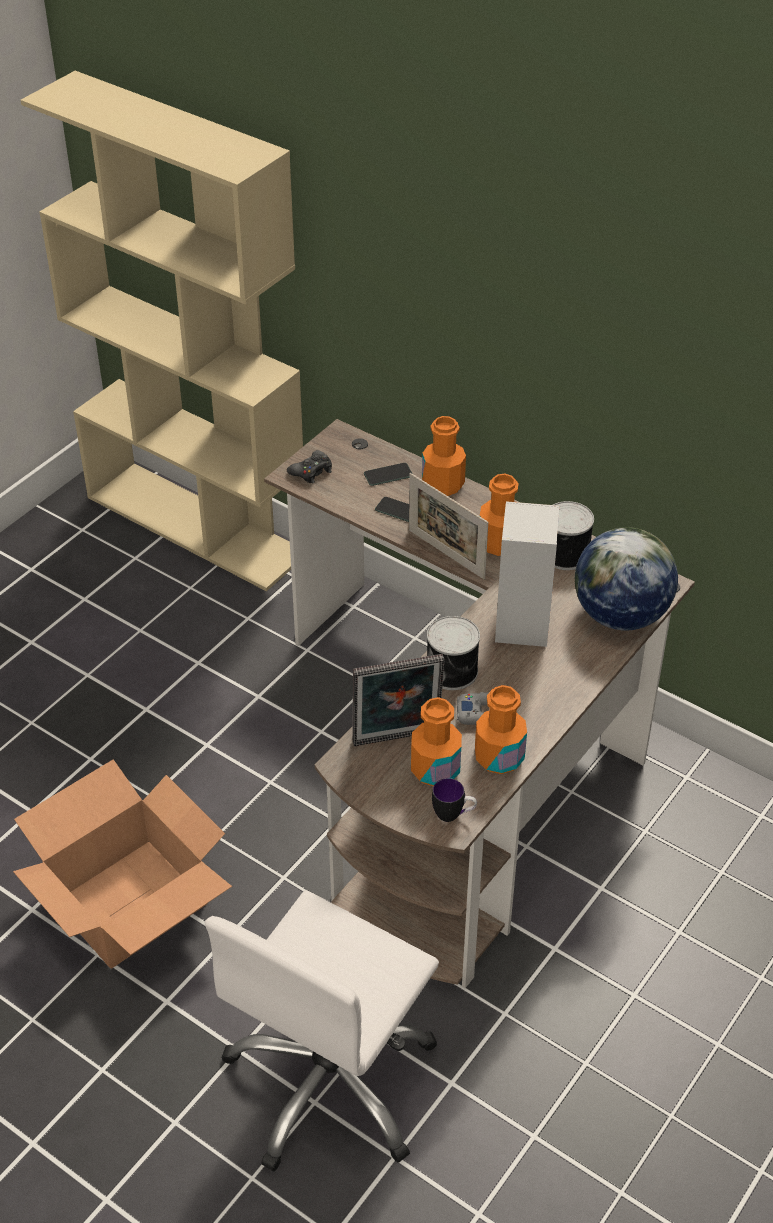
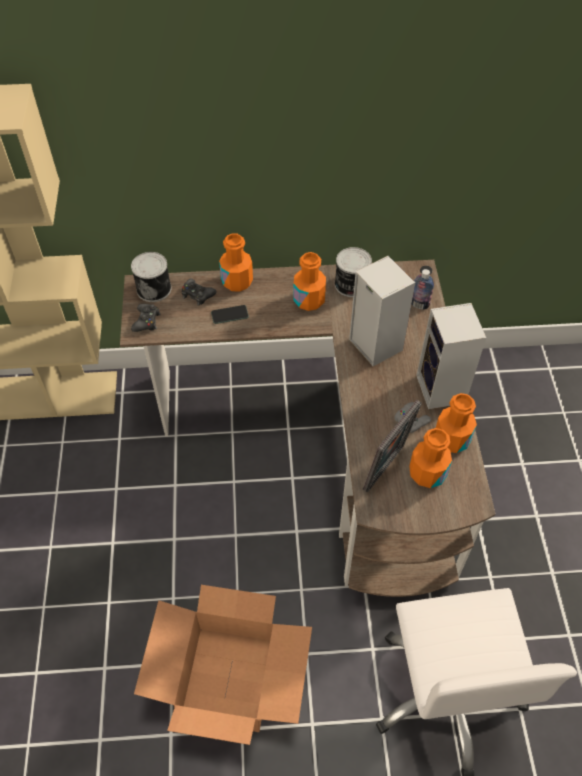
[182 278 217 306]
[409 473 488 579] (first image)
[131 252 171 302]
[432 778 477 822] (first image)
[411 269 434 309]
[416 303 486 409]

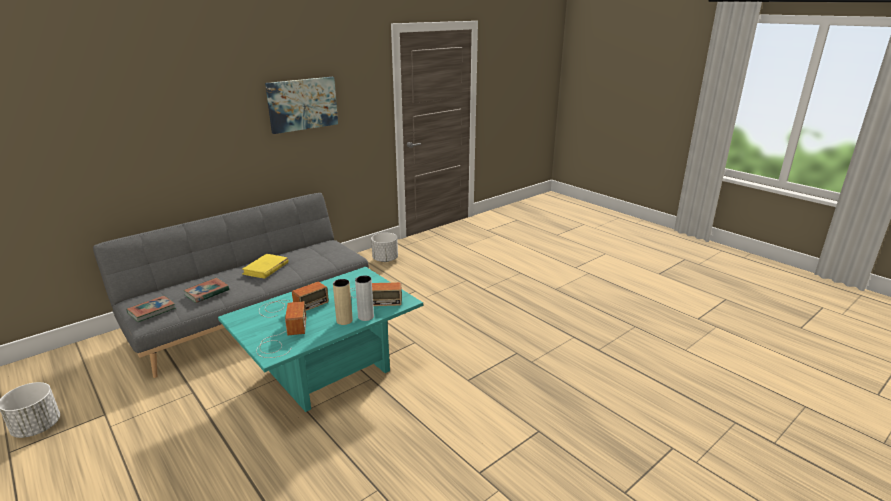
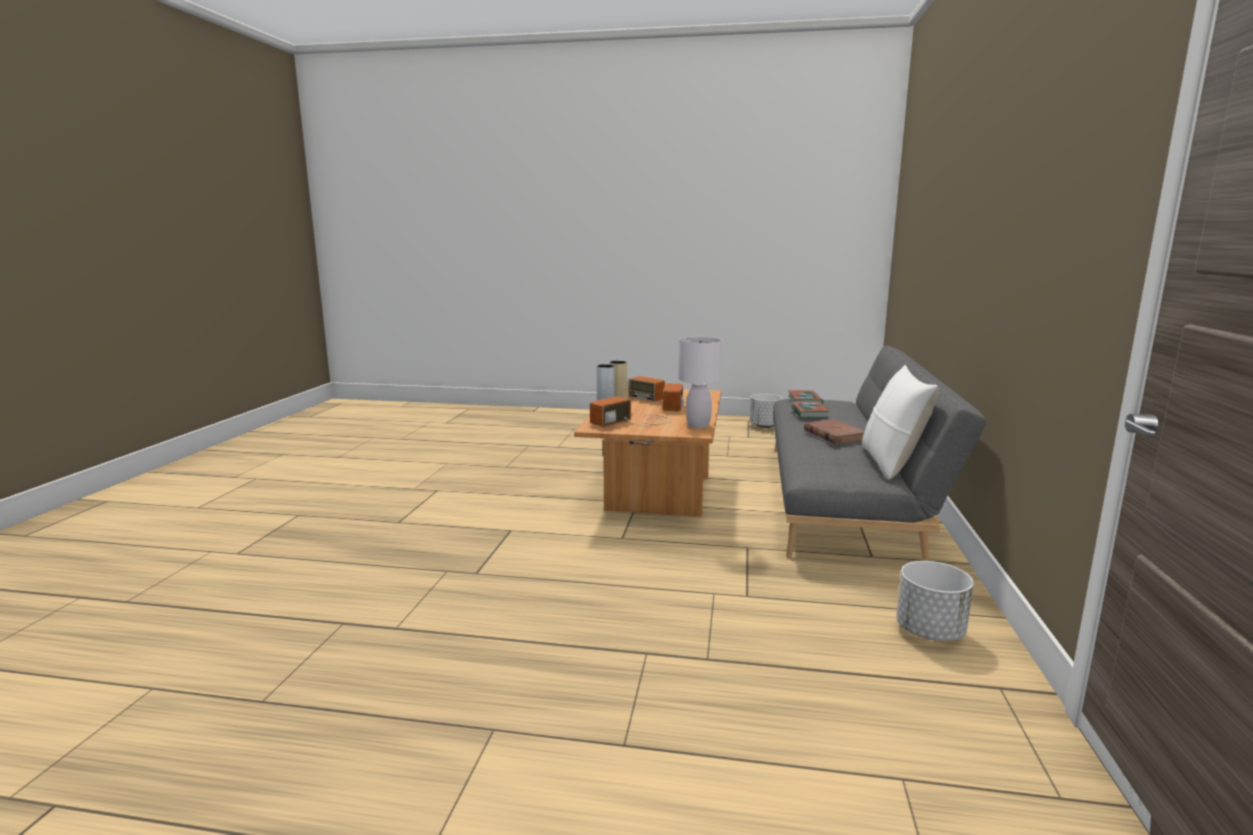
[574 387 721 517]
[804 419 865 445]
[265 77 338 134] (first image)
[679 337 722 428]
[862 365 939 480]

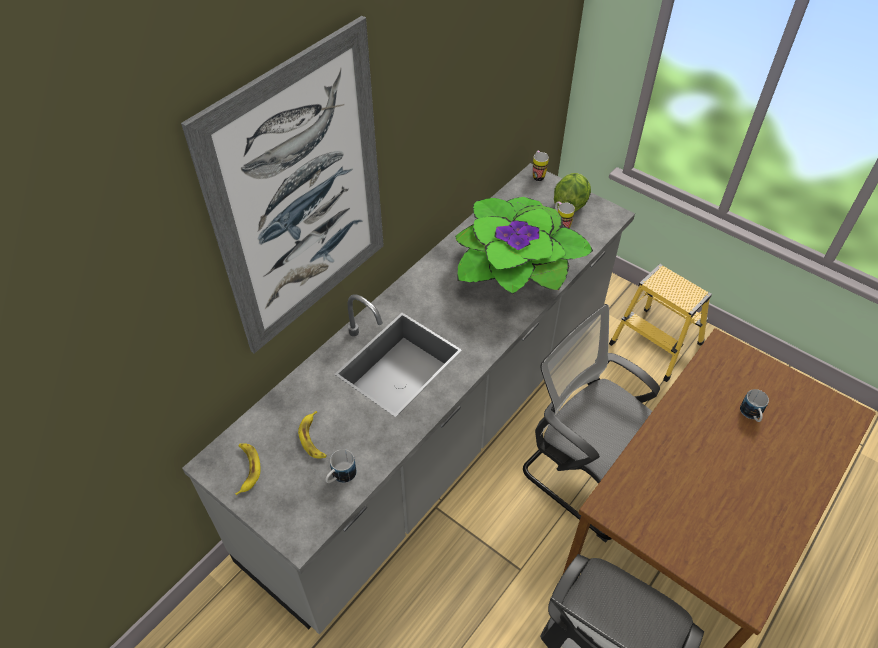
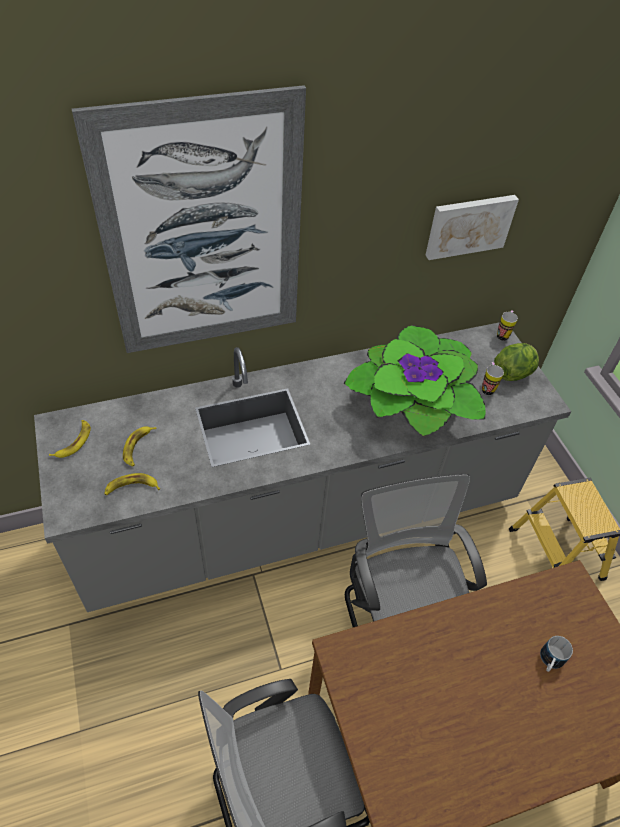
[105 473 160 495]
[426 195 519 260]

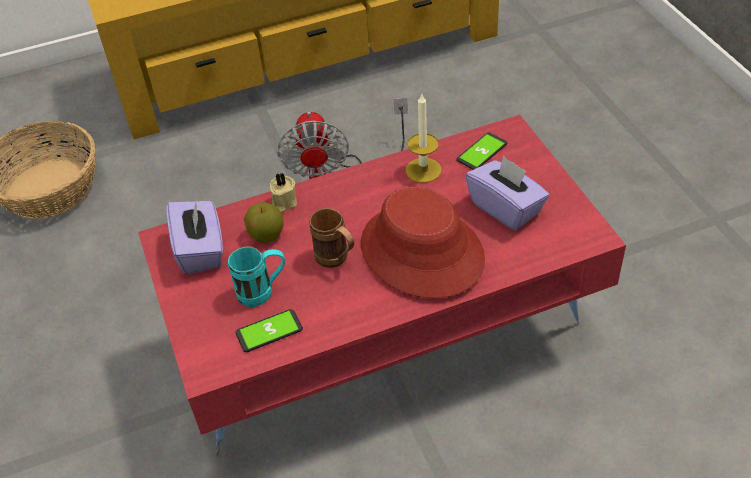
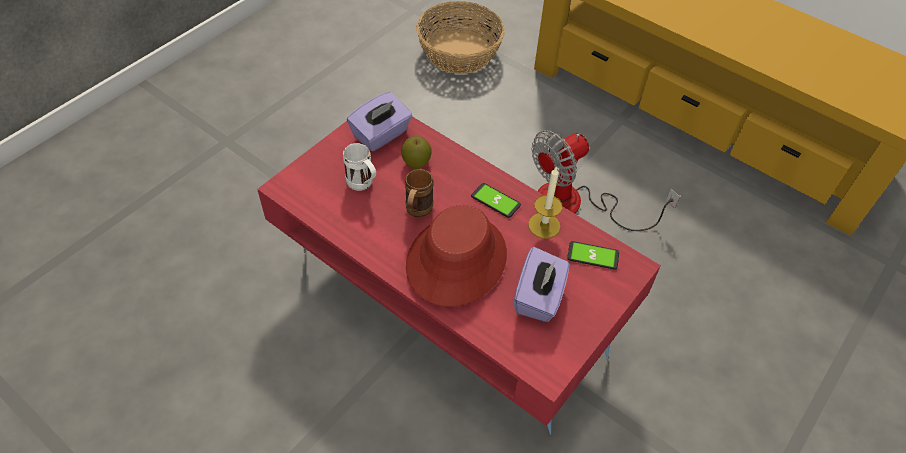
[343 143 376 191]
[471 183 521 218]
[270 173 297 213] (first image)

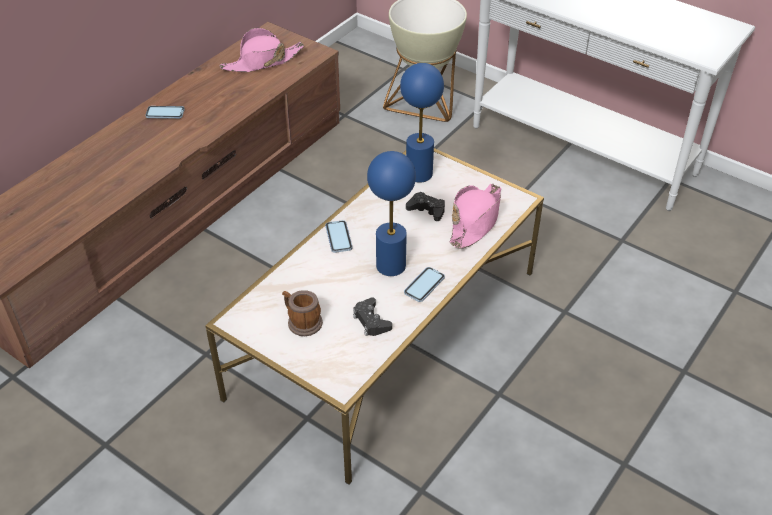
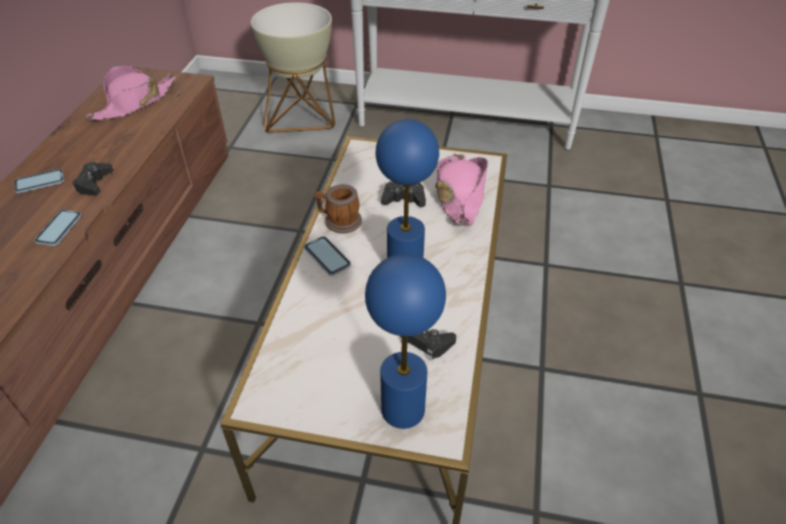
[314 184 362 233]
[365 254 446 429]
[34 210 82 246]
[72 162 113 195]

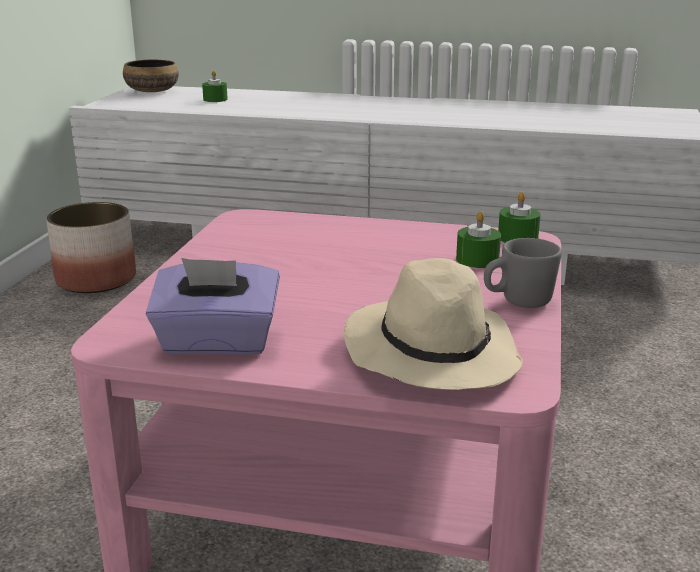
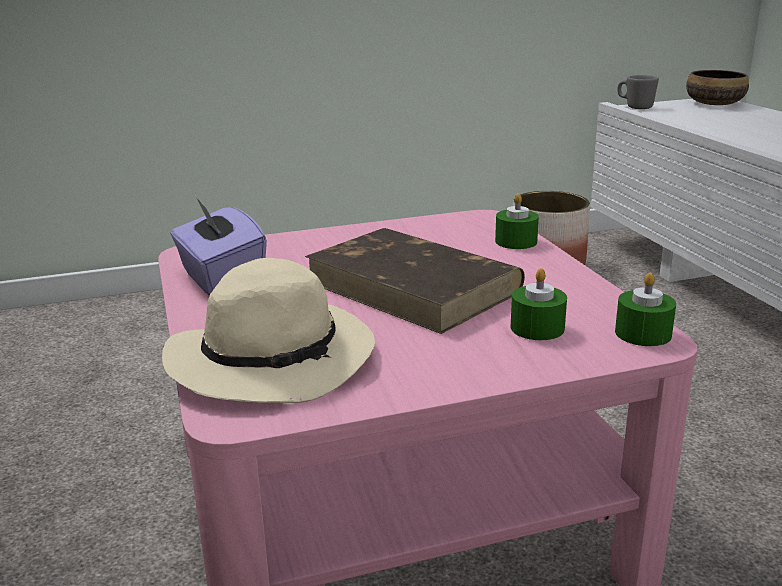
[495 193 539 249]
[617 75 659 109]
[305 228 525 334]

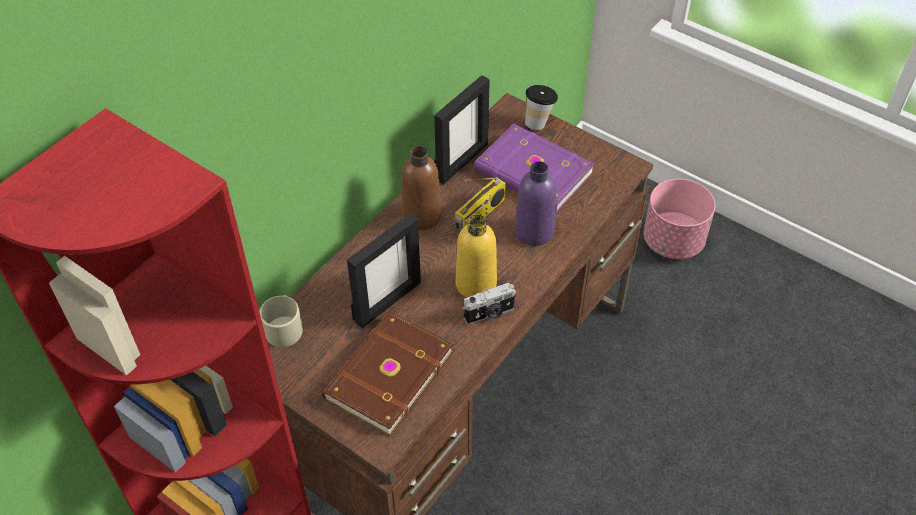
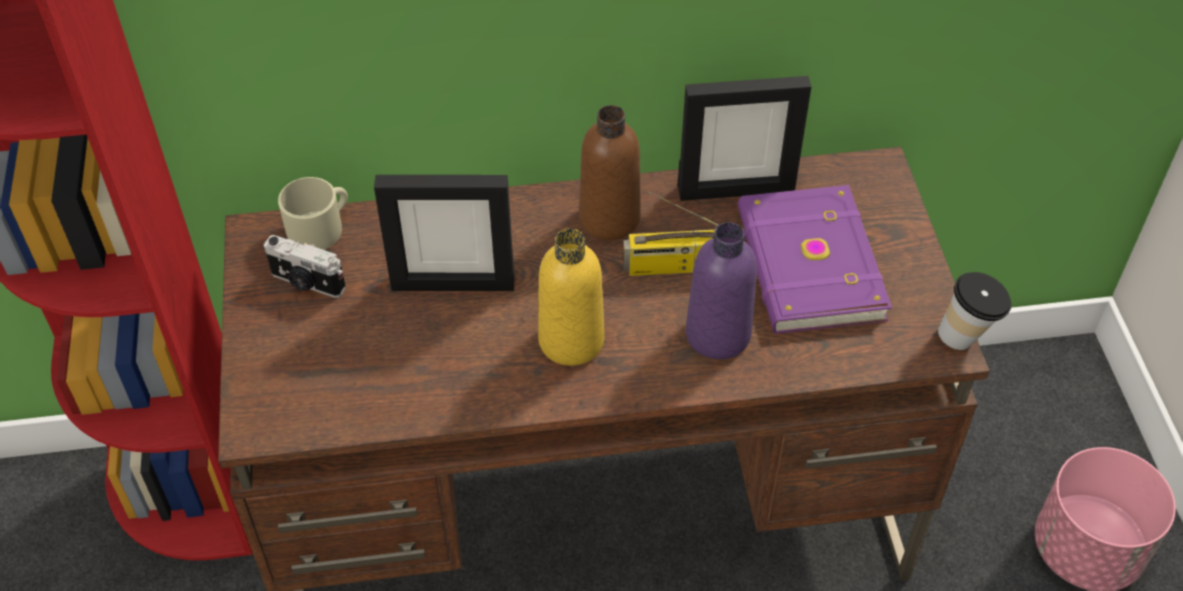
[322 311 454 436] (first image)
[264 235 346 298]
[938 272 1011 350]

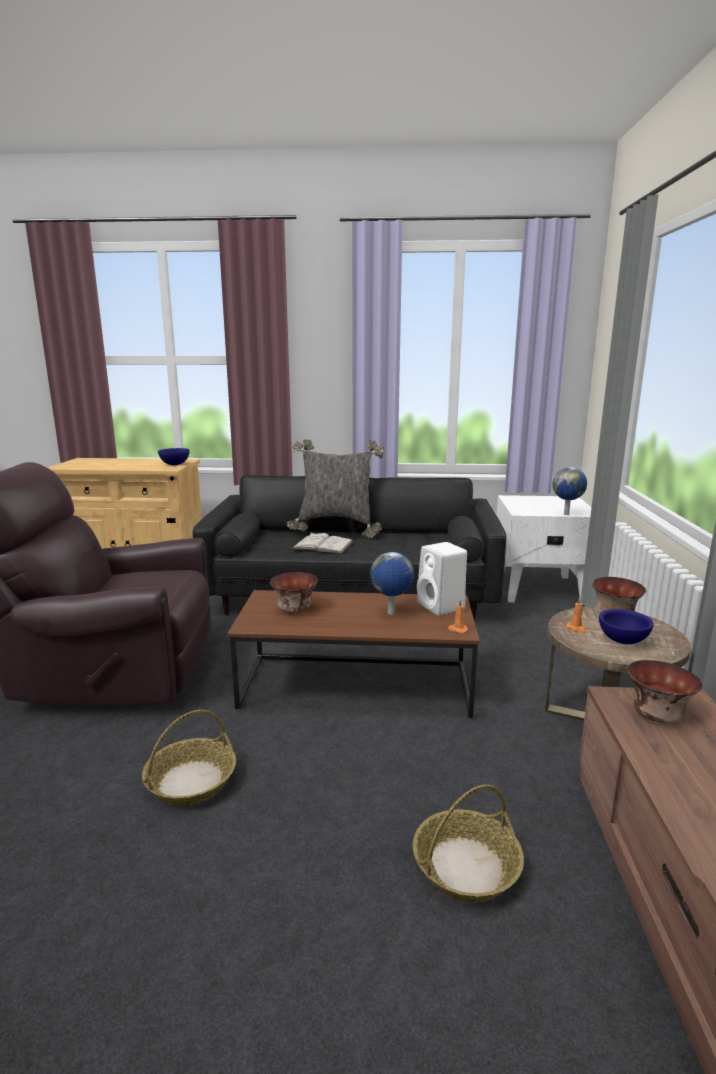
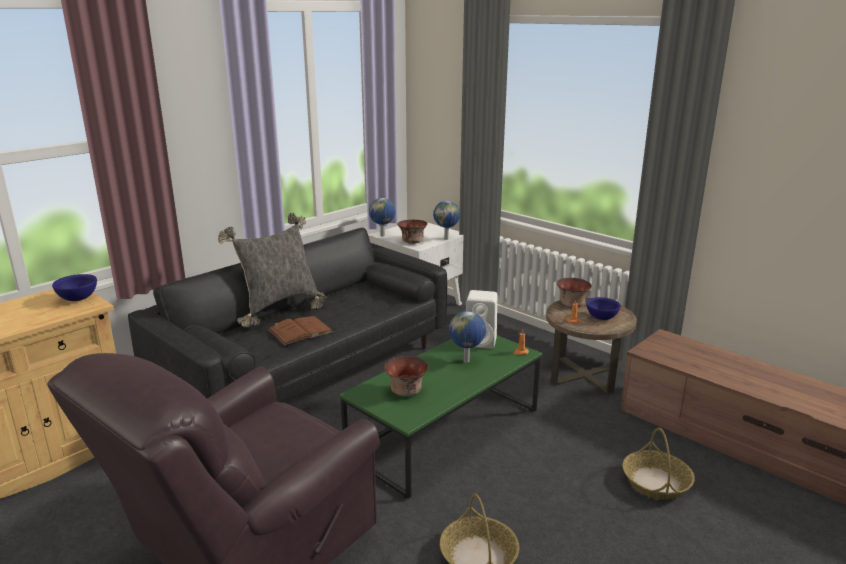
[339 335 542 499]
[268 316 334 345]
[397 220 428 244]
[369 198 396 237]

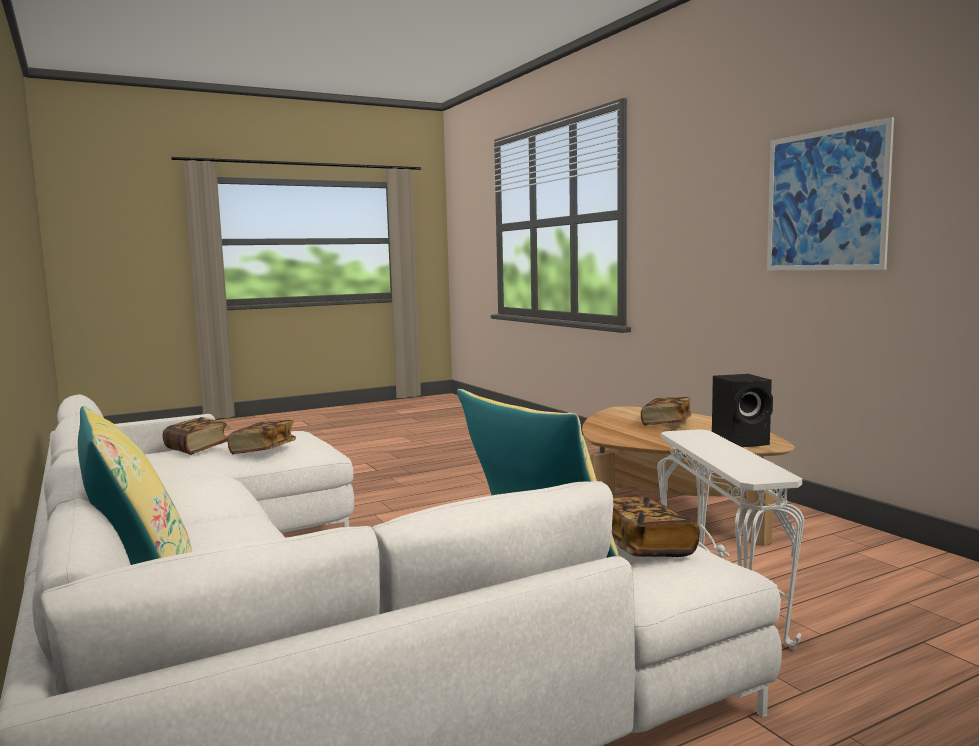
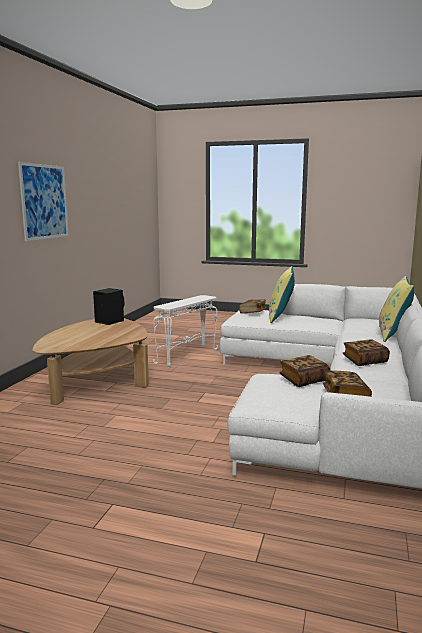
[343 339 390 366]

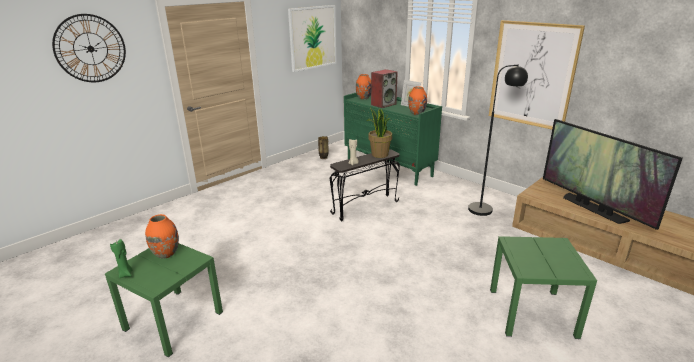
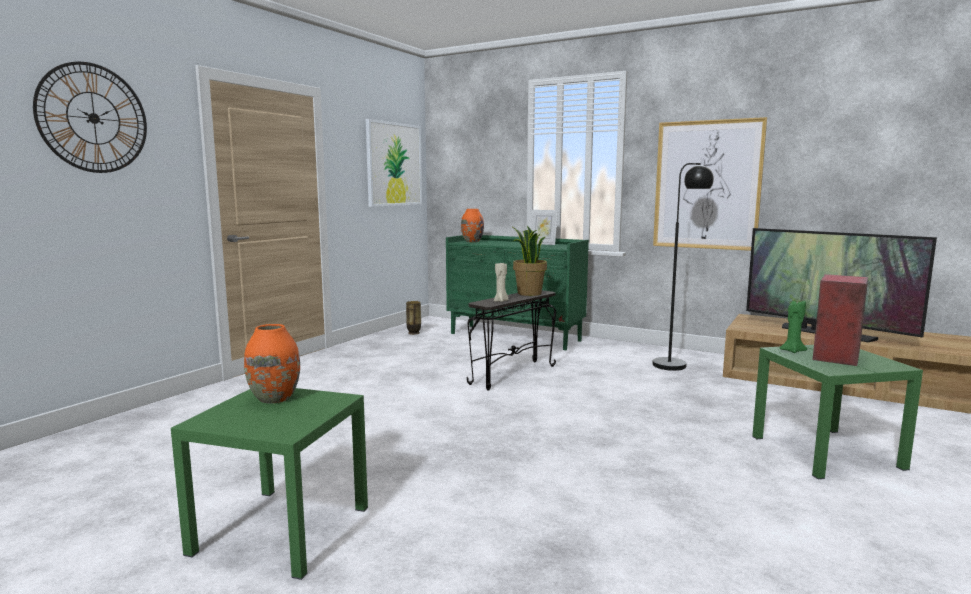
[779 301 807 353]
[812 274 868 366]
[408 86 427 115] (first image)

